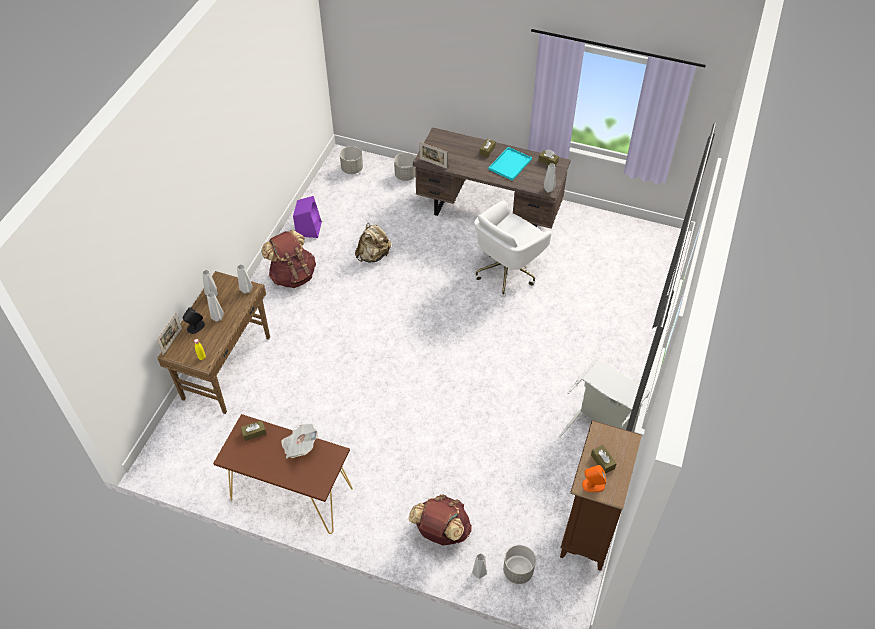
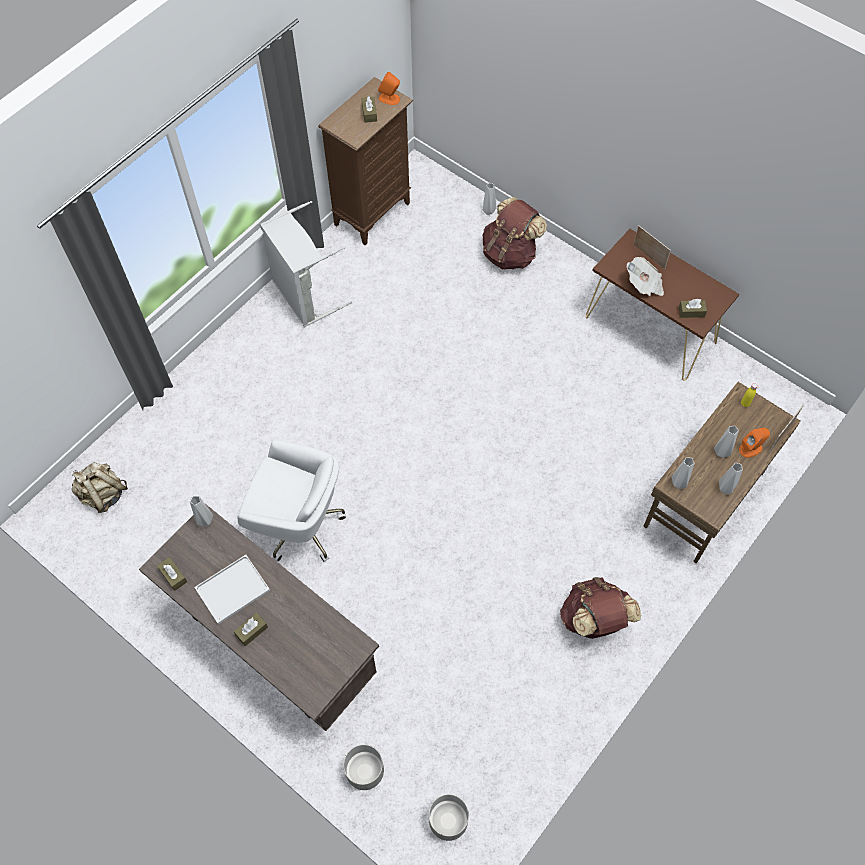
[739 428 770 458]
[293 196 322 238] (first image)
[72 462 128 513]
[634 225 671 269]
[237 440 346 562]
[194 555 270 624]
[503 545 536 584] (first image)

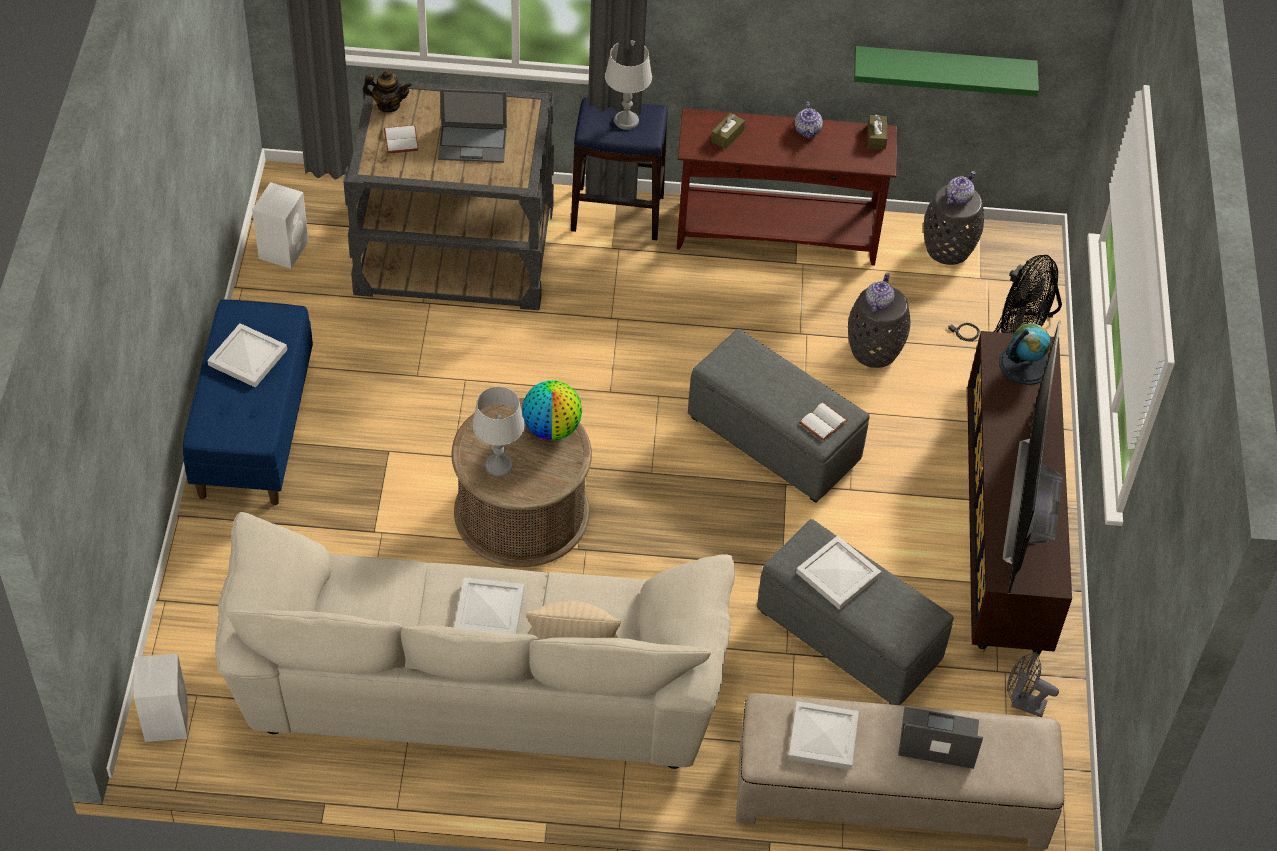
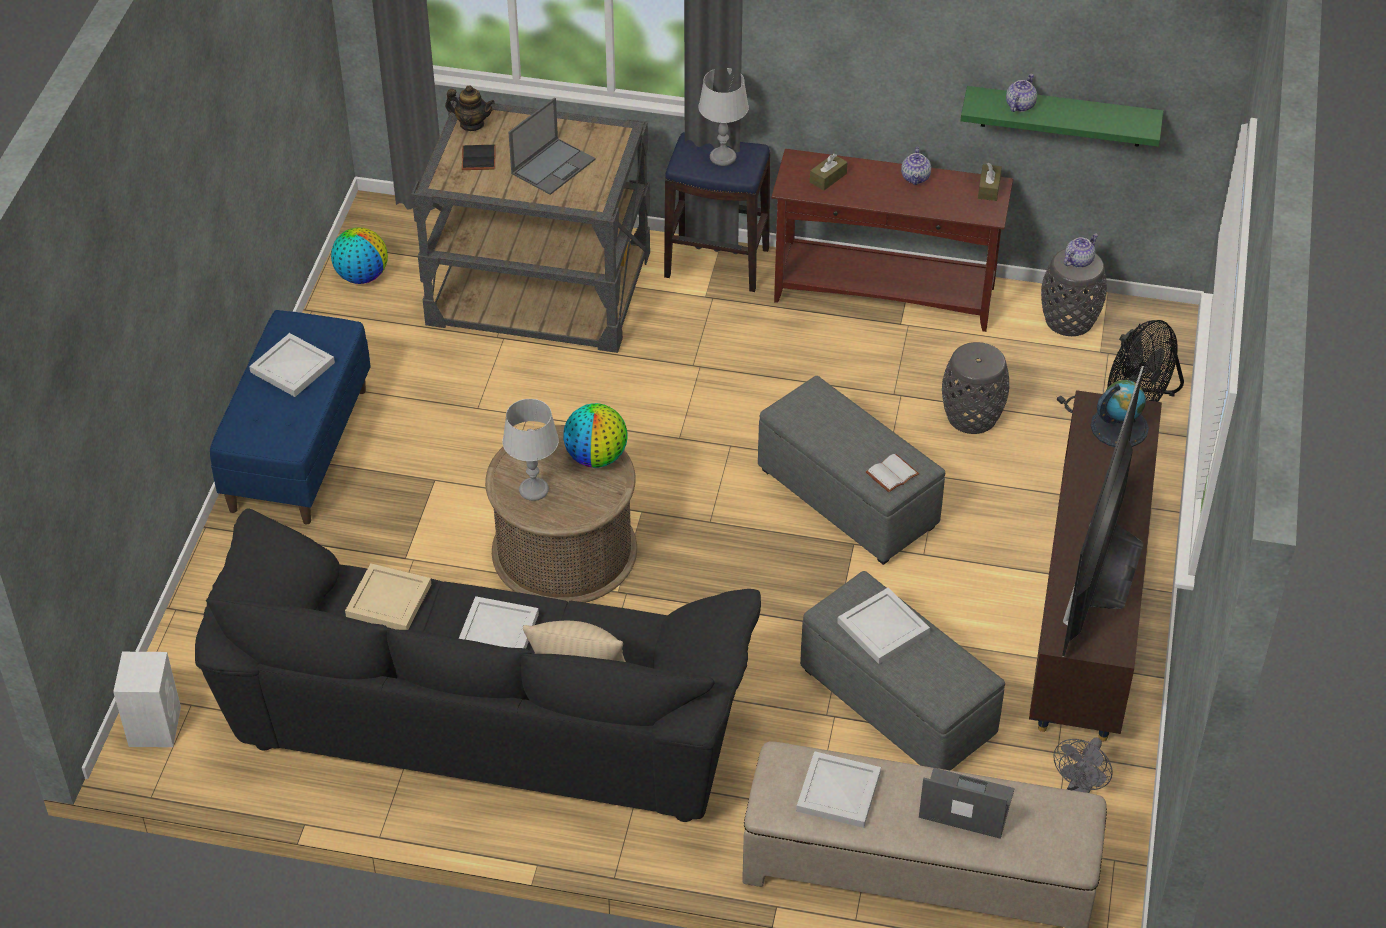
[195 508 761 822]
[331 227 388 284]
[462 145 496 170]
[508 97 595 195]
[1006 74 1037 112]
[1053 738 1113 793]
[345 563 431 630]

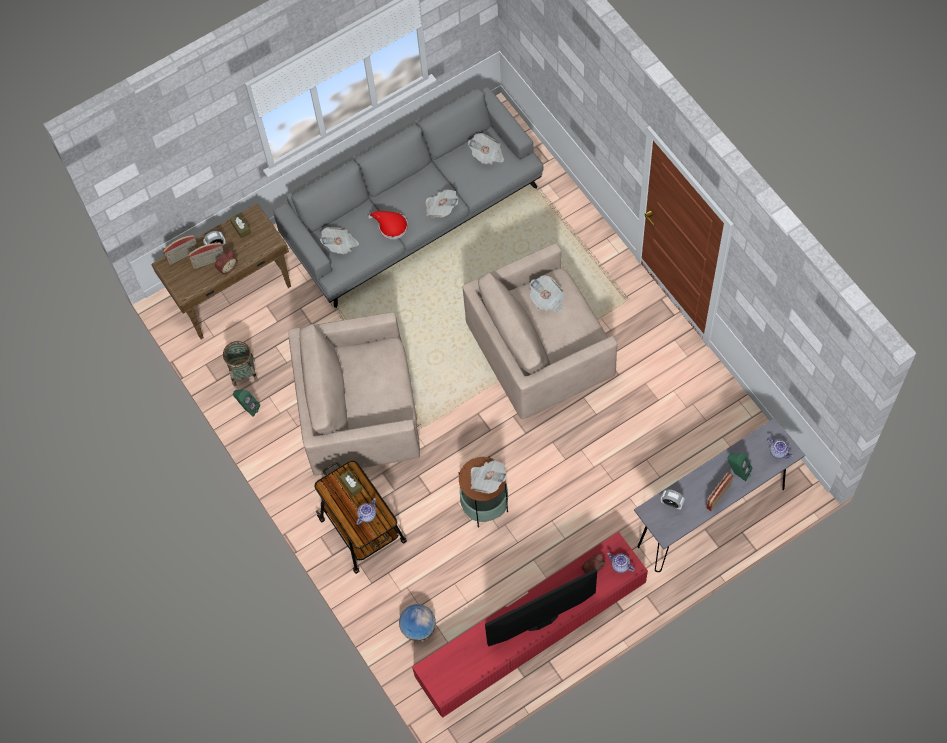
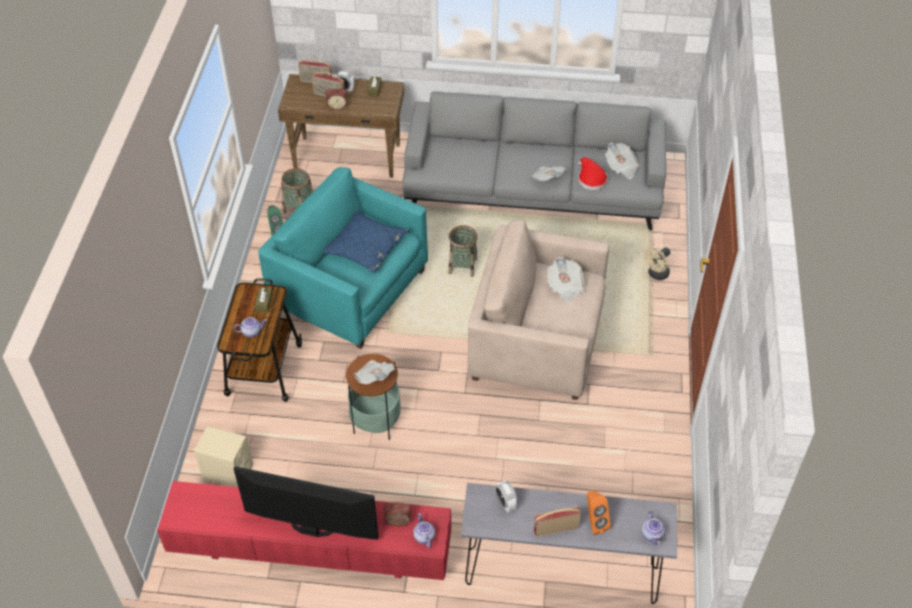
[258 167 428 349]
[320 227 359 255] (first image)
[578 157 608 190]
[193 426 253 487]
[587 490 611 535]
[322 210 409 273]
[448 225 477 277]
[644 247 670 280]

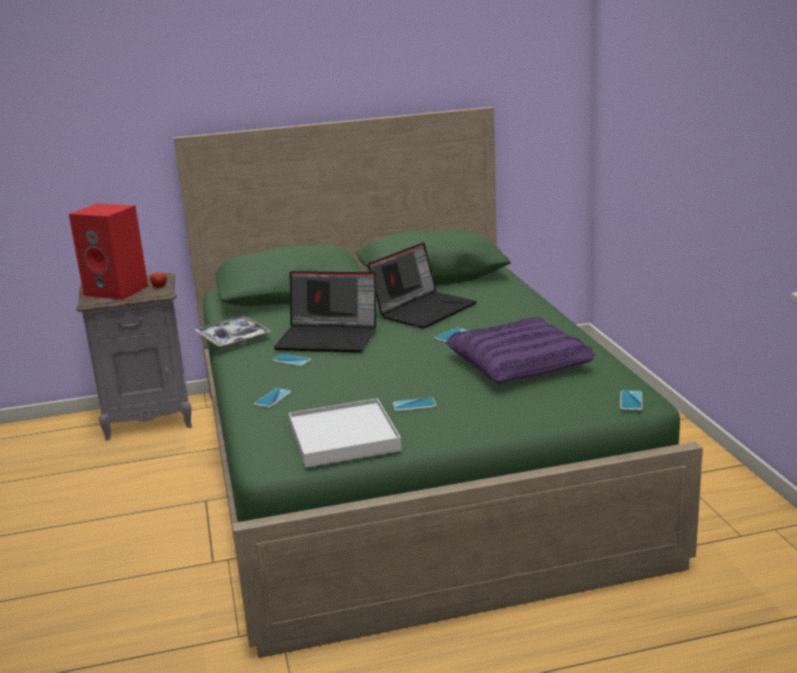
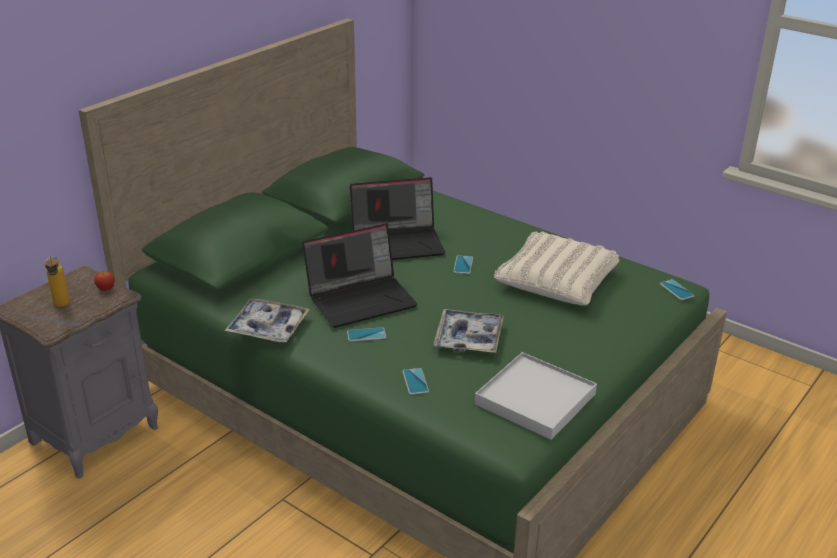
[45 255 70 307]
[350 177 445 260]
[393 397 436 411] (first image)
[494 231 619 306]
[433 309 504 353]

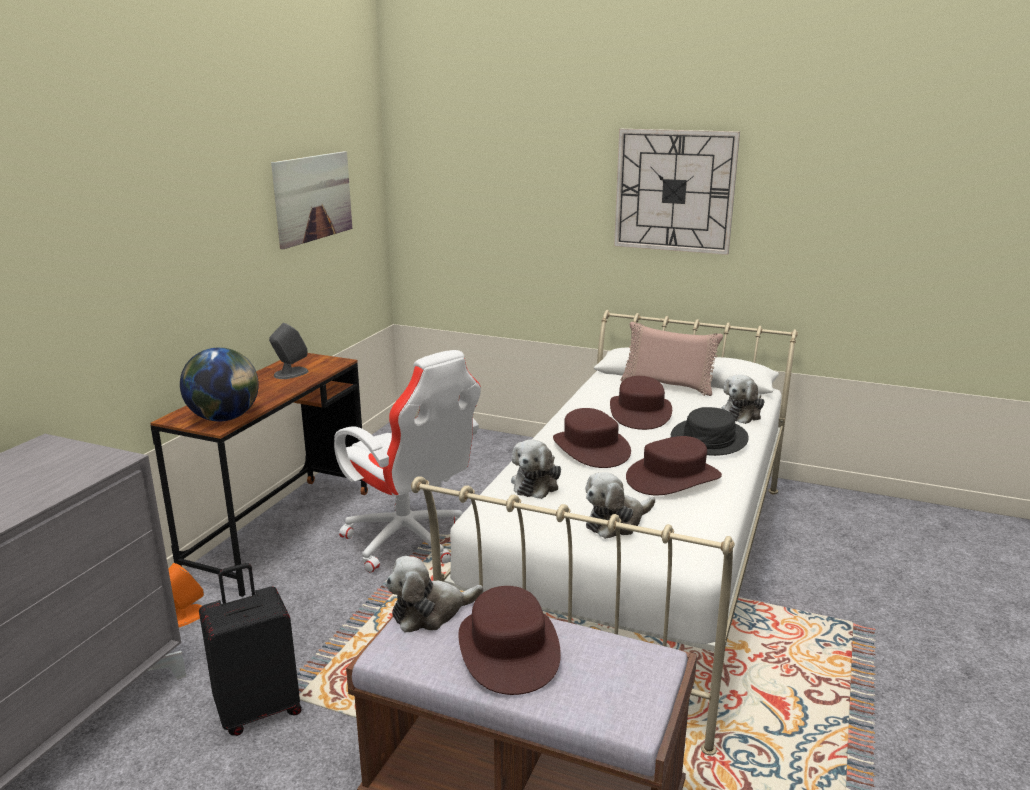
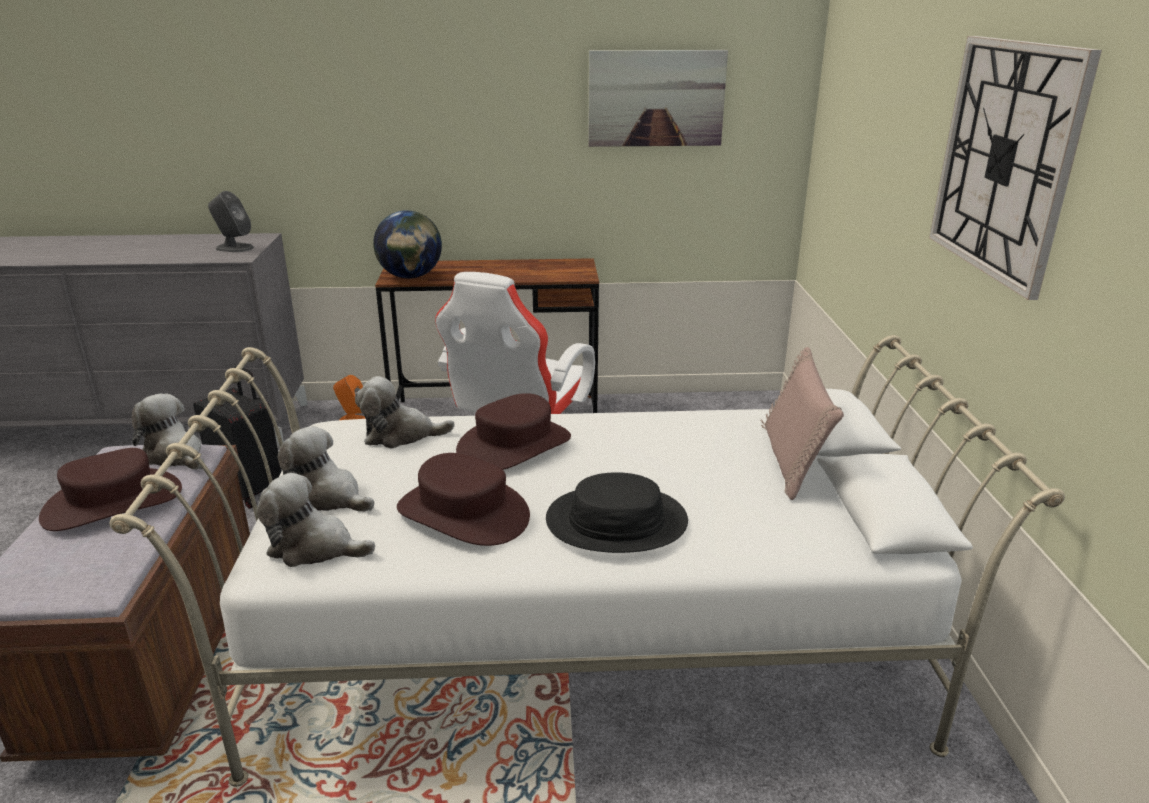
[208 191 254 252]
[610 376 672 430] (first image)
[256 473 375 567]

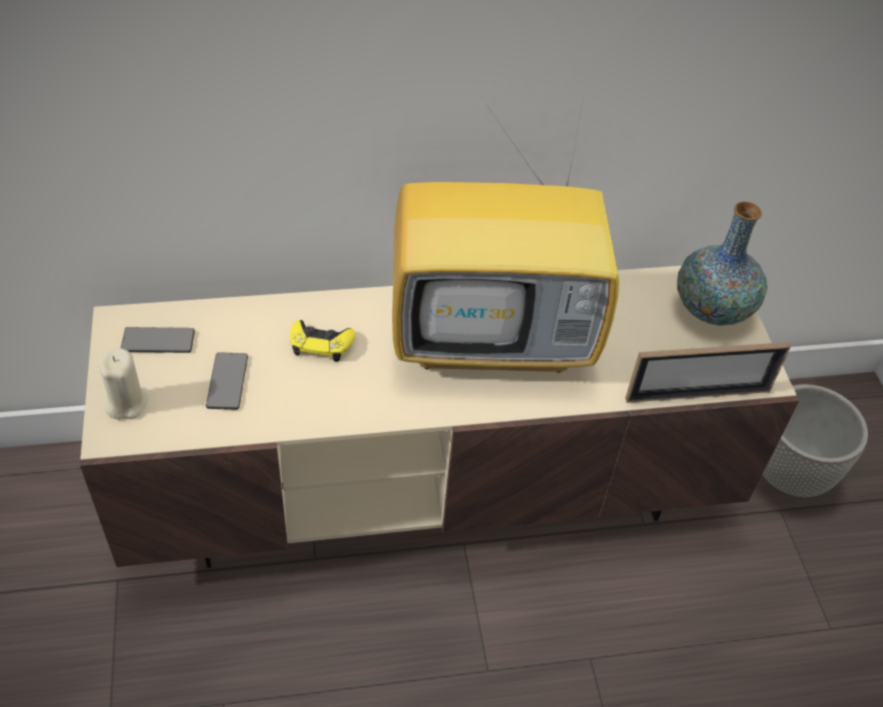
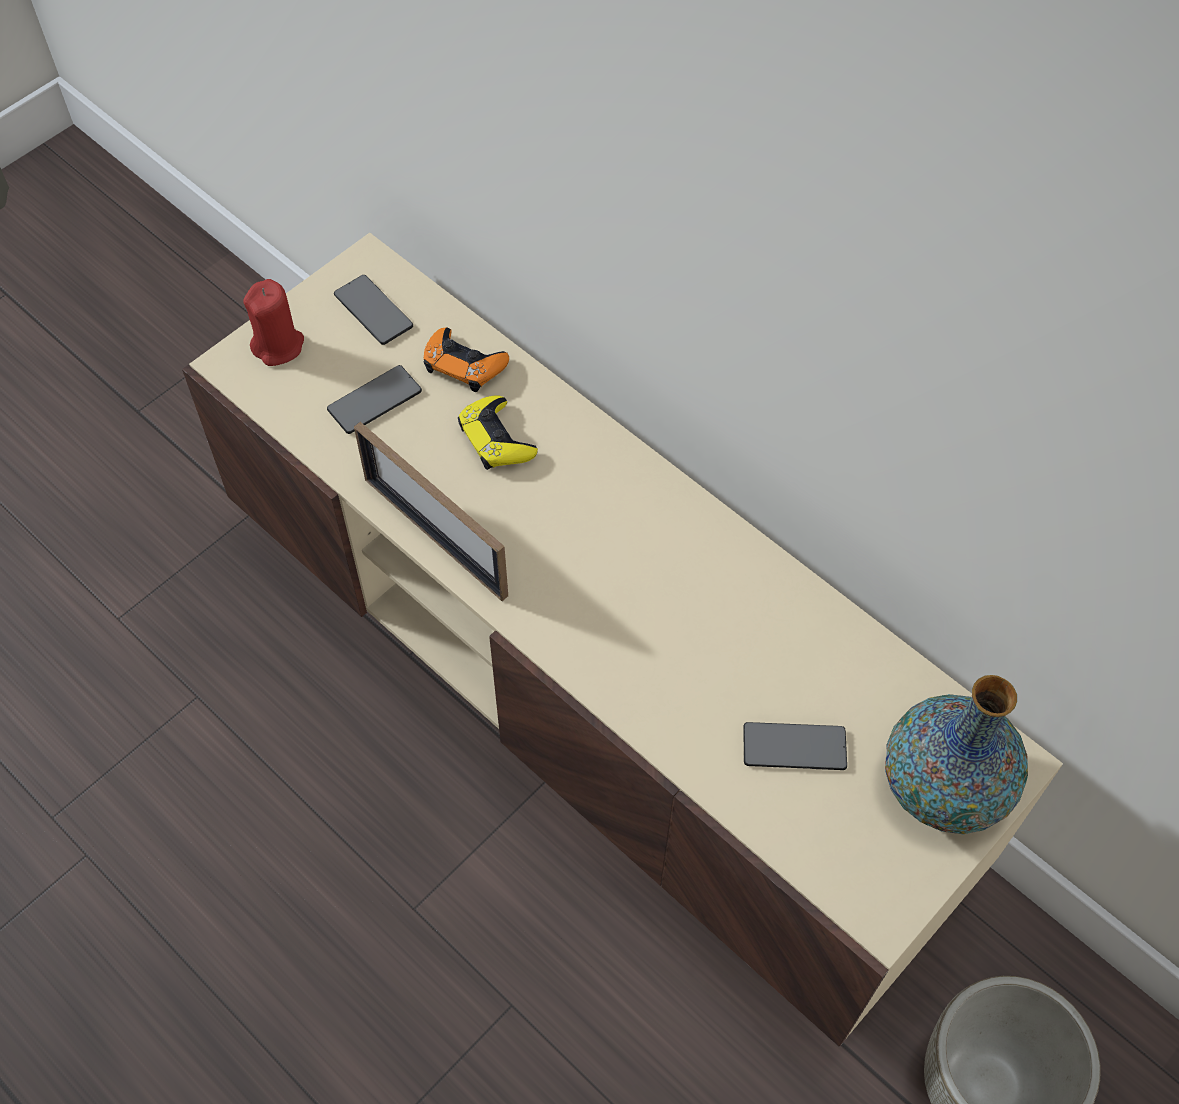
[243 279 304 366]
[392 81 619 373] (first image)
[354 422 508 601]
[424 327 509 392]
[743 722 847 770]

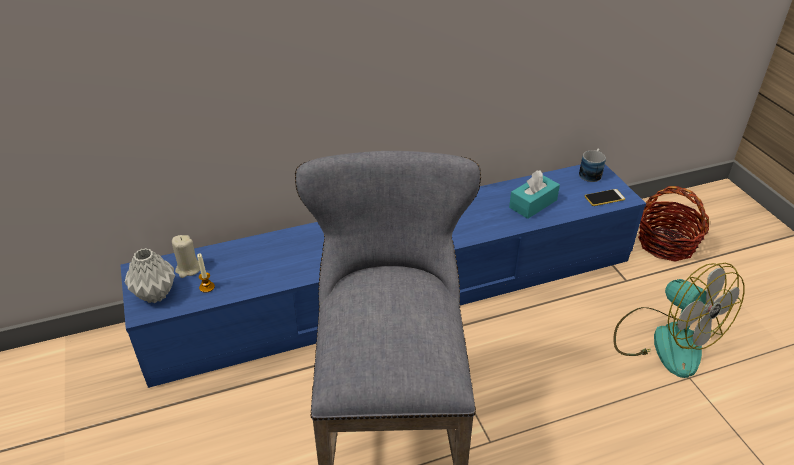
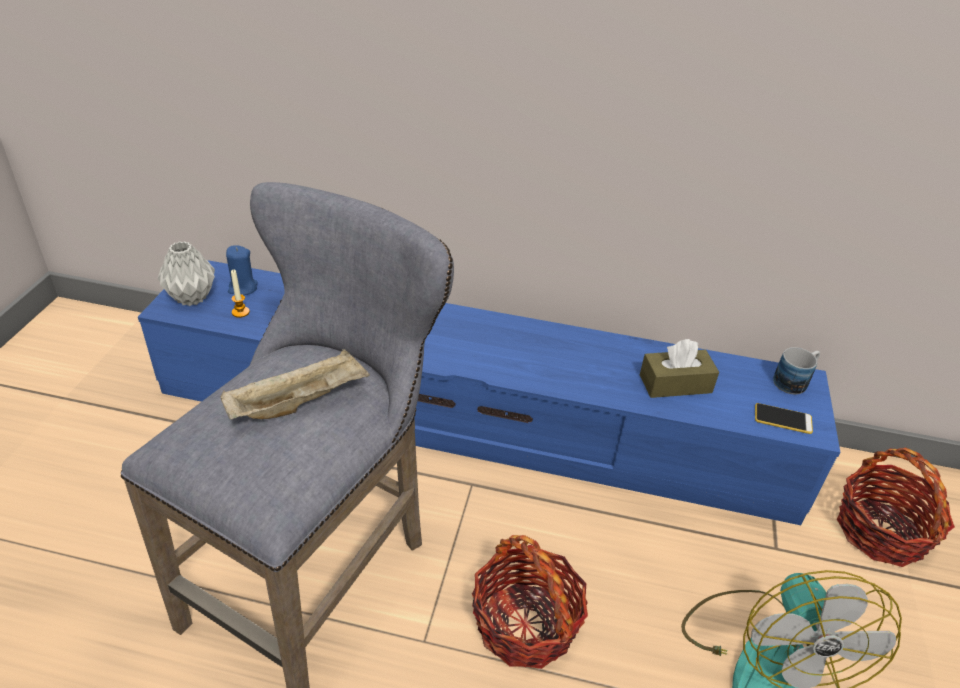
[226 245 258 295]
[640 339 719 398]
[220 349 370 420]
[472 535 588 669]

